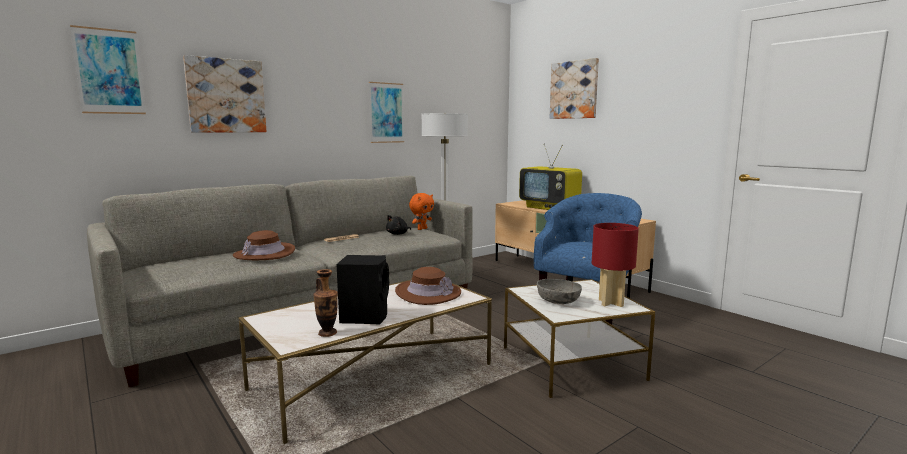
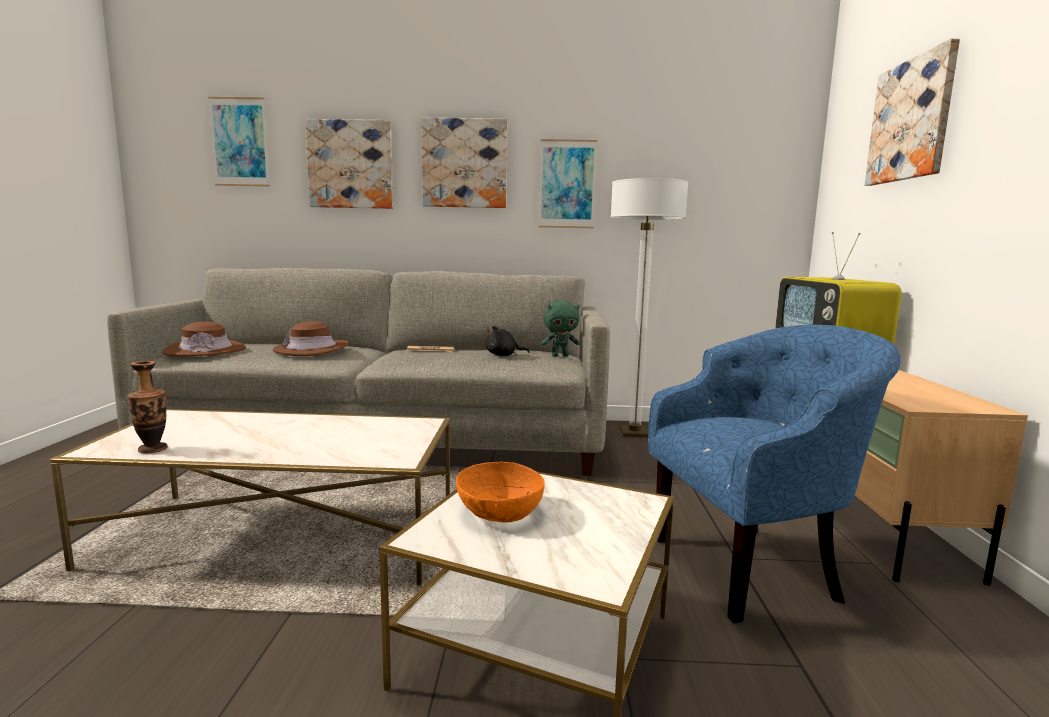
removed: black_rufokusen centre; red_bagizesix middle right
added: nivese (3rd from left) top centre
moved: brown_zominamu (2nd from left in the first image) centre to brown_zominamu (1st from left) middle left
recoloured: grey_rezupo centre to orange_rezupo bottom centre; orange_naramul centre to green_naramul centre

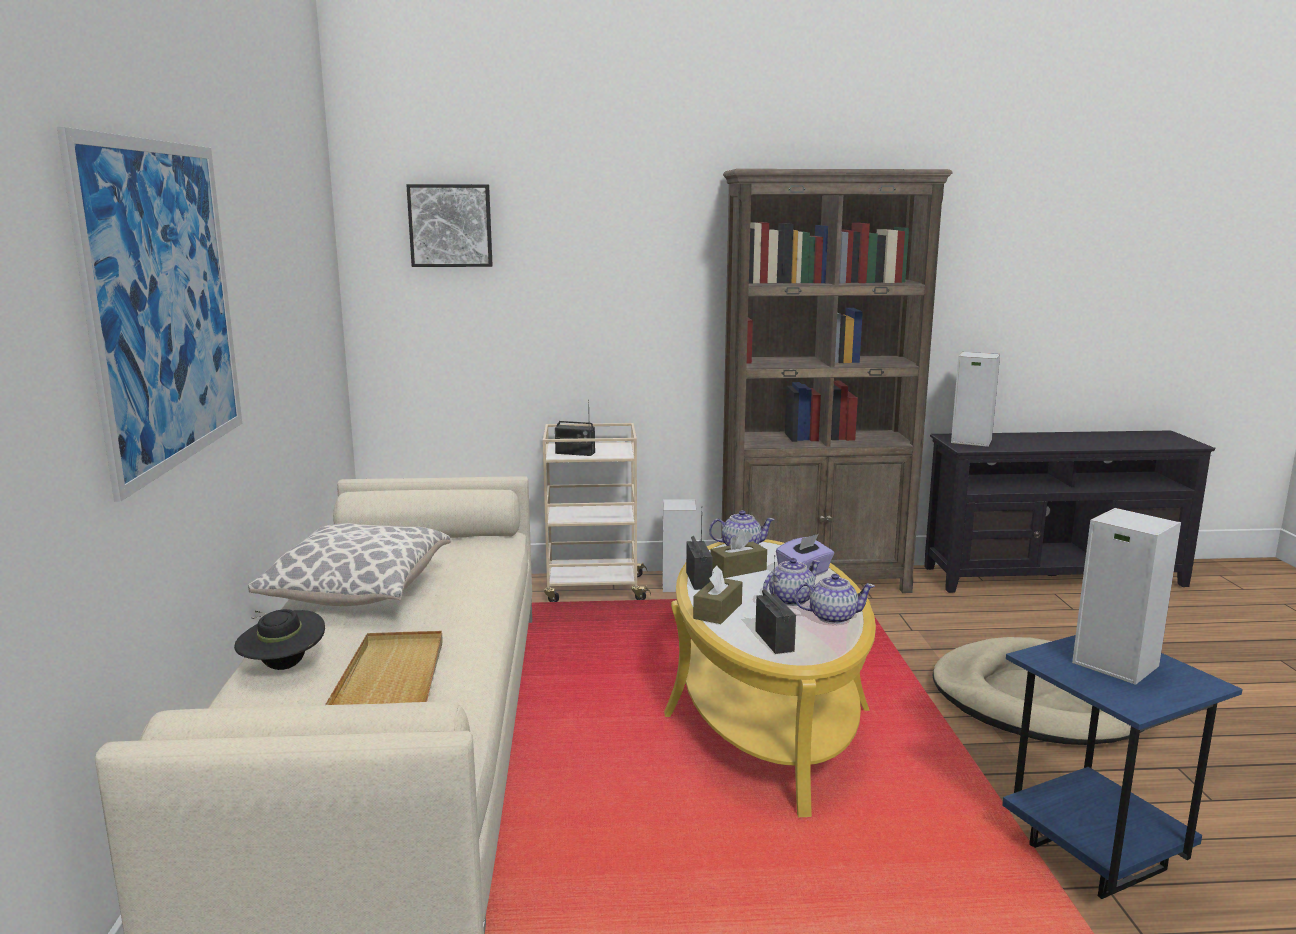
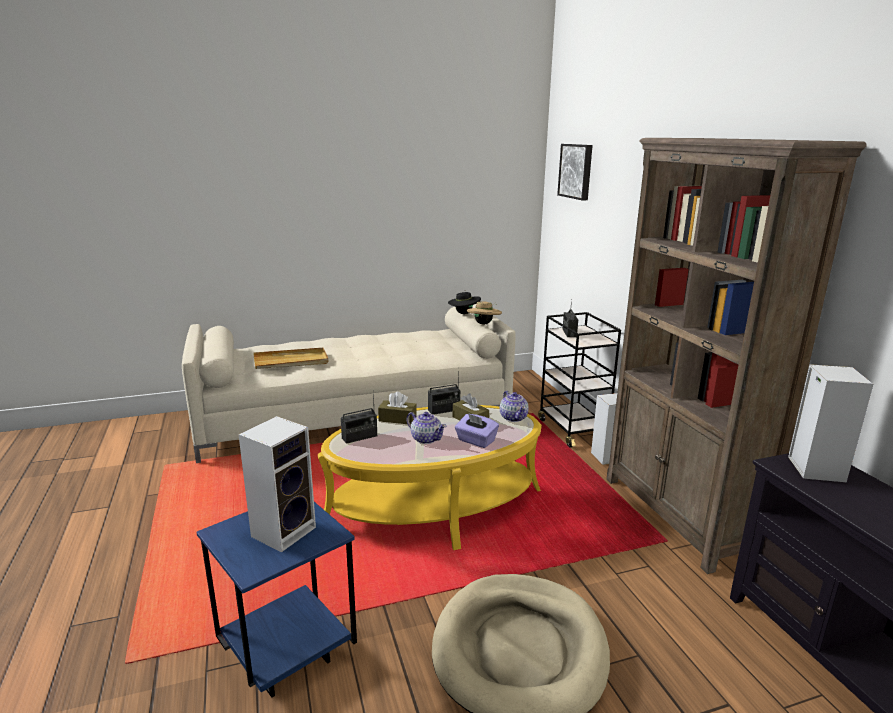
removed: nivese (1st from left) middle left; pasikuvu middle left; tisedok (3rd from left) centre
added: beige_zominamu centre
moved: black_zominamu bottom left to centre
recoloured: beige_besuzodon centre to black_besuzodon centre

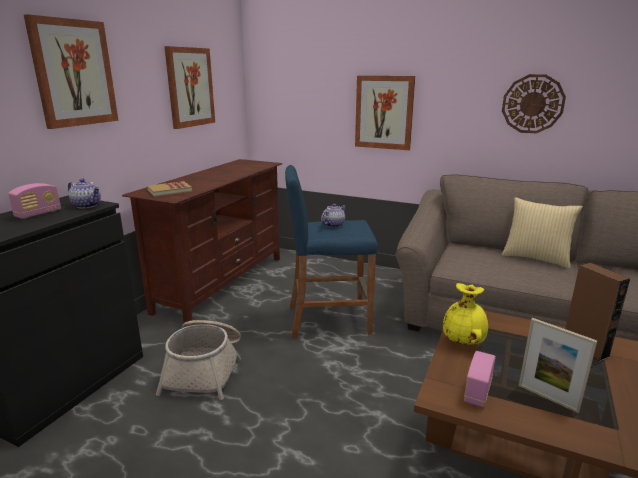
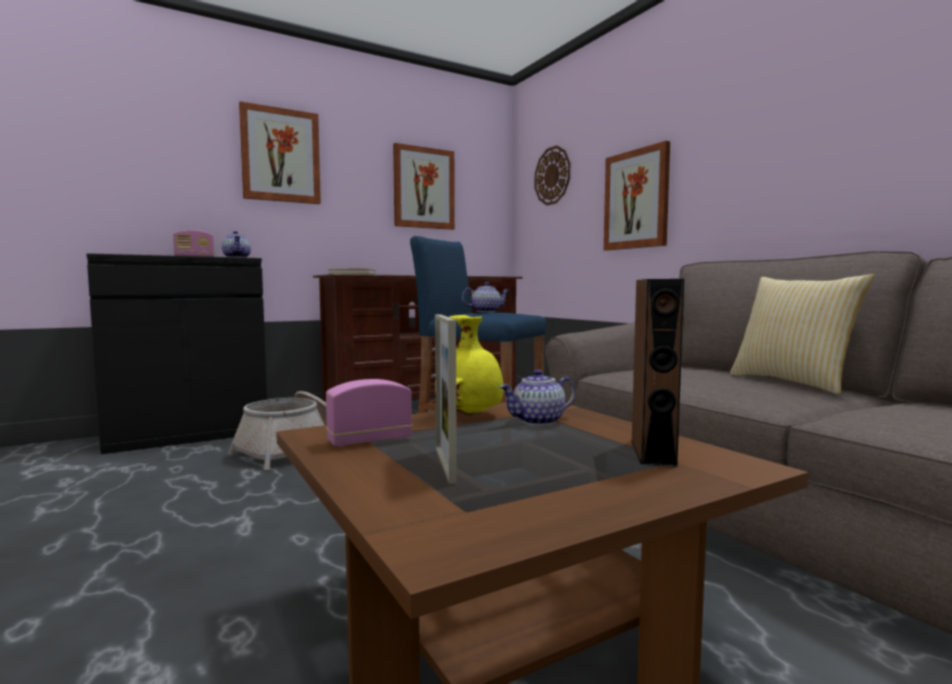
added: tisedok (3rd from left) centre
moved: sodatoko top right to top centre

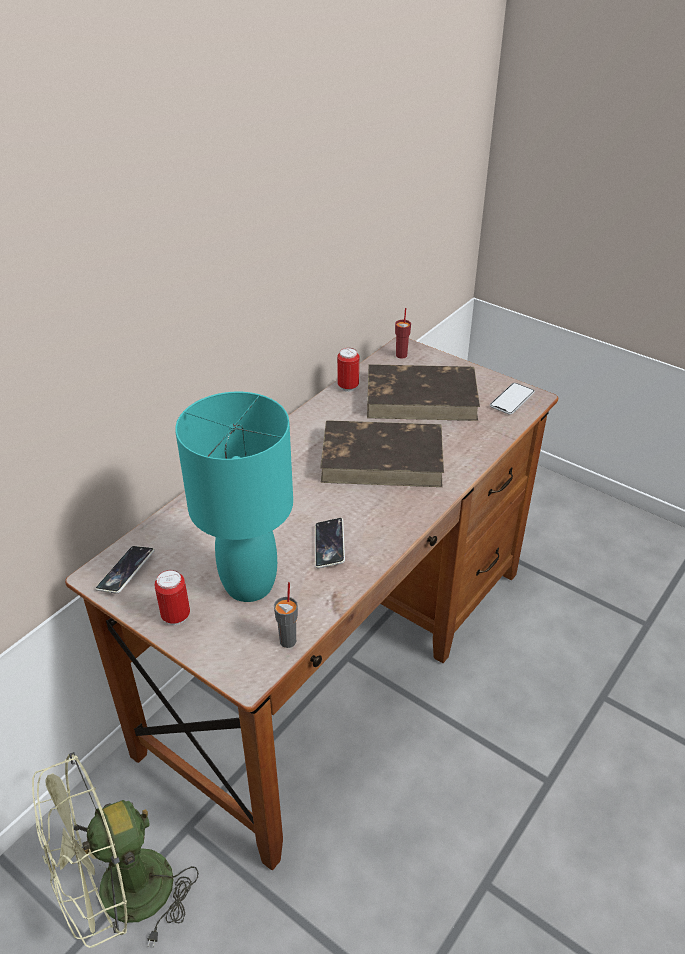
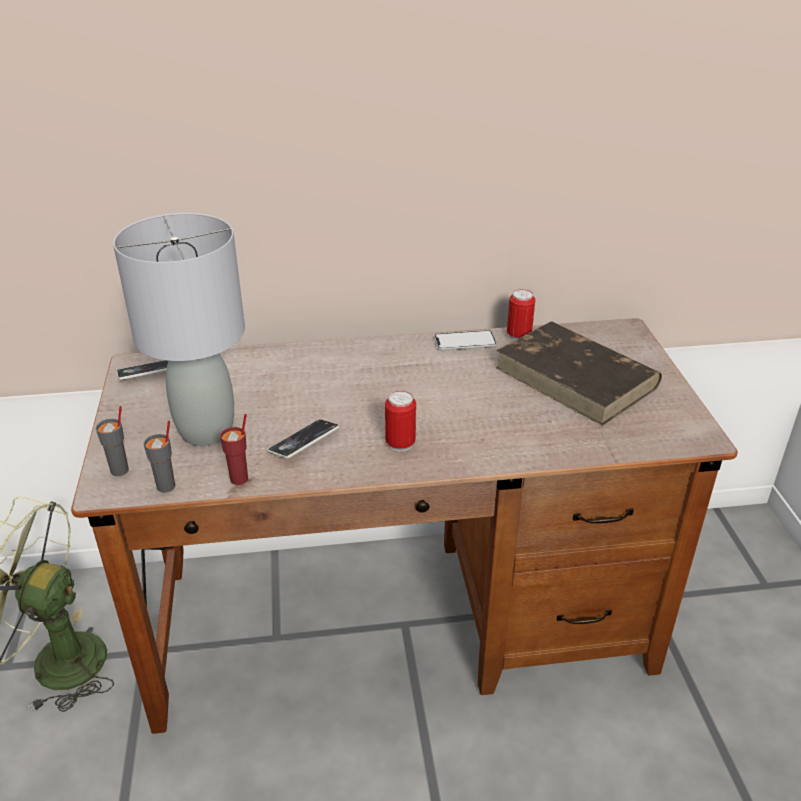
removed: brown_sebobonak (1st from left) centre
added: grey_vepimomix (1st from left) middle left
moved: red_vepimomix centre to middle left; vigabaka (1st from left) middle left to centre; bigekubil (3rd from left) middle right to centre
recoloured: turquoise_bagizesix centre to grey_bagizesix middle left

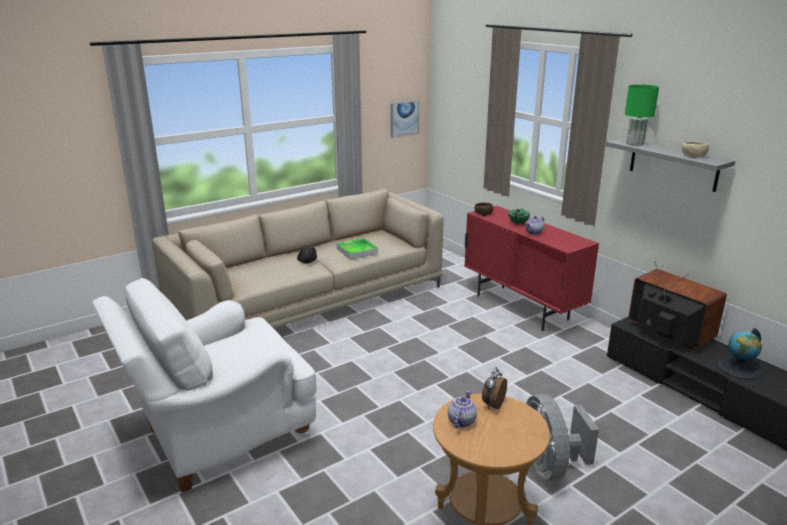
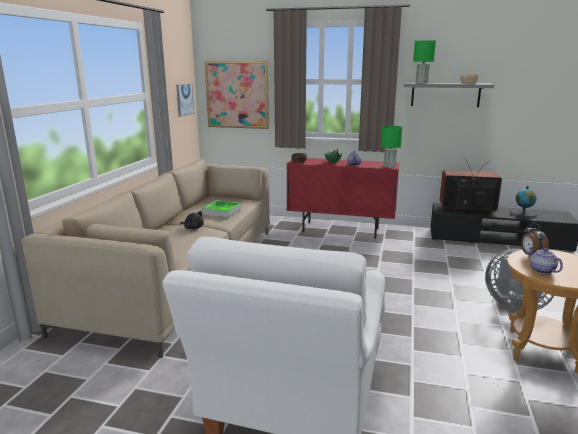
added: nivese (2nd from left) top centre; green_bagizesix (1st from left) middle right

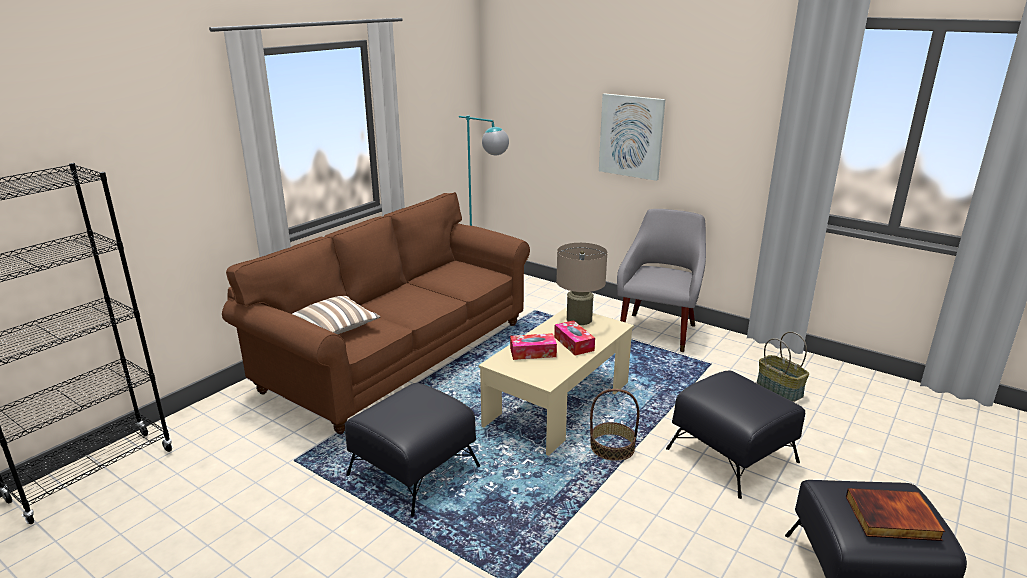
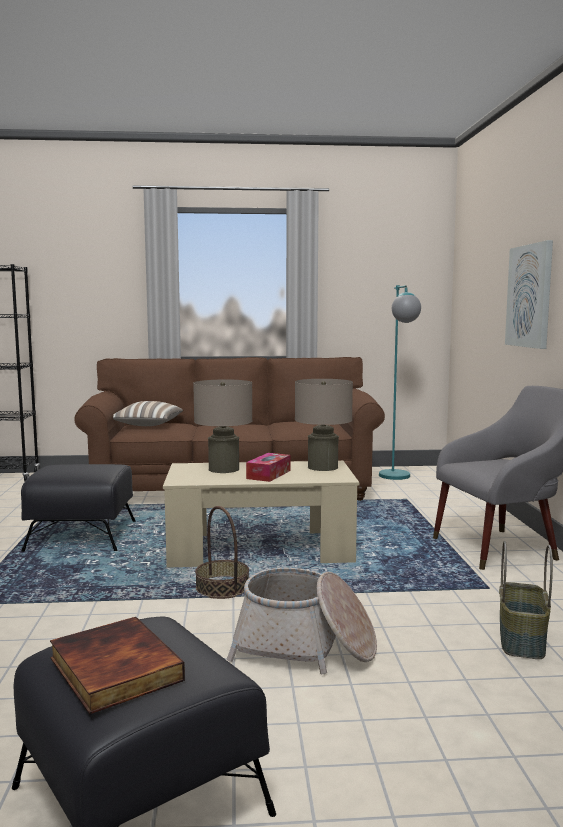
replaced: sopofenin (1st from left) centre to beige_bagizesix (1st from left) centre; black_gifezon (2nd from left) bottom right to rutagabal (2nd from left) bottom centre

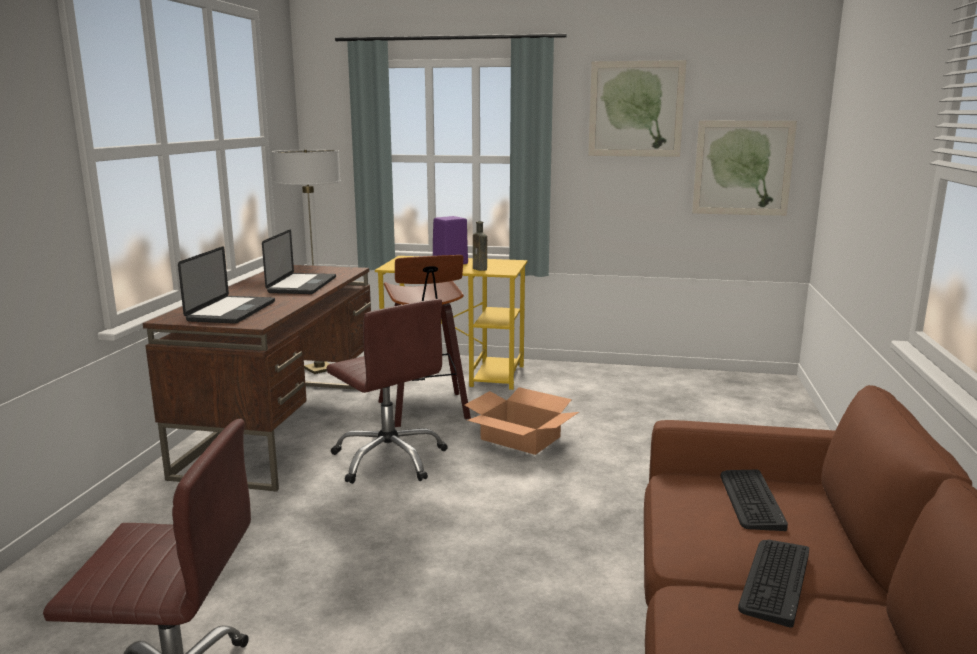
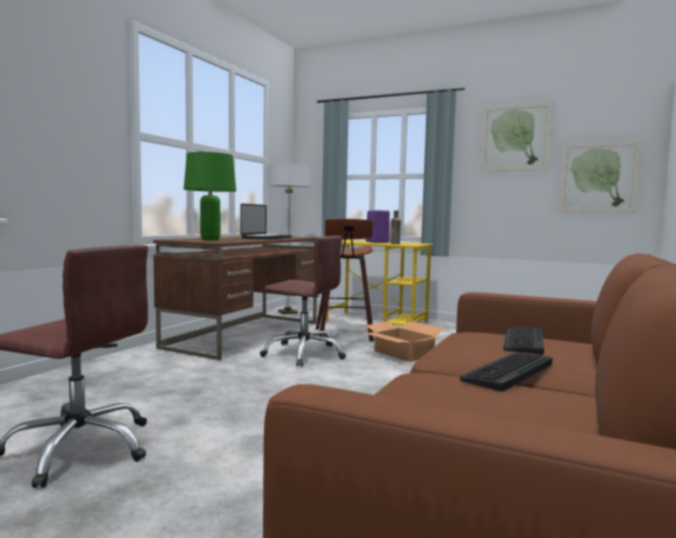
replaced: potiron (1st from left) middle left to green_bagizesix middle left
turned: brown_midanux (2nd from left) centre = centre 45 degrees counterclockwise

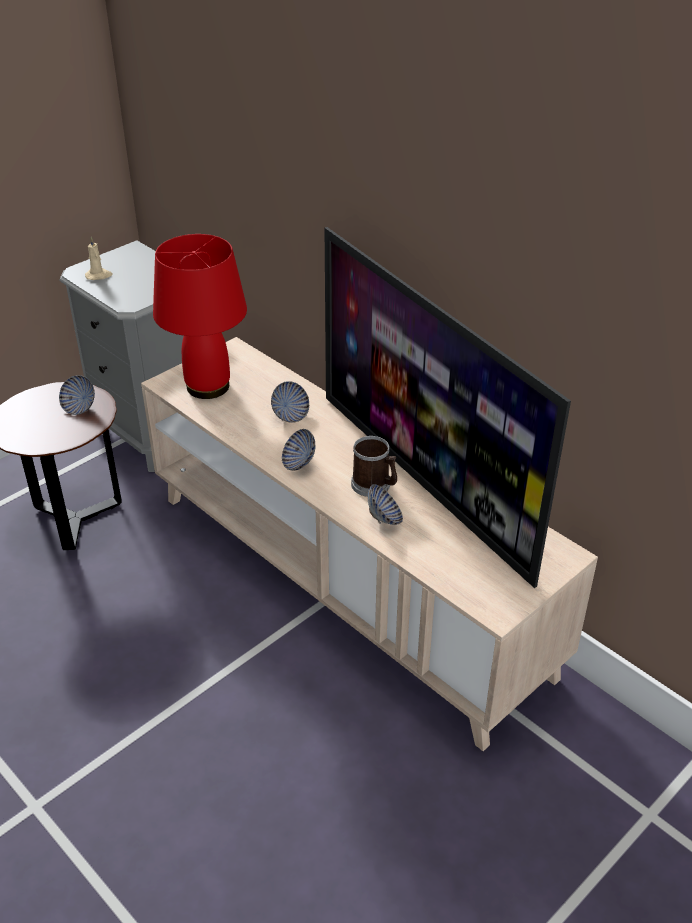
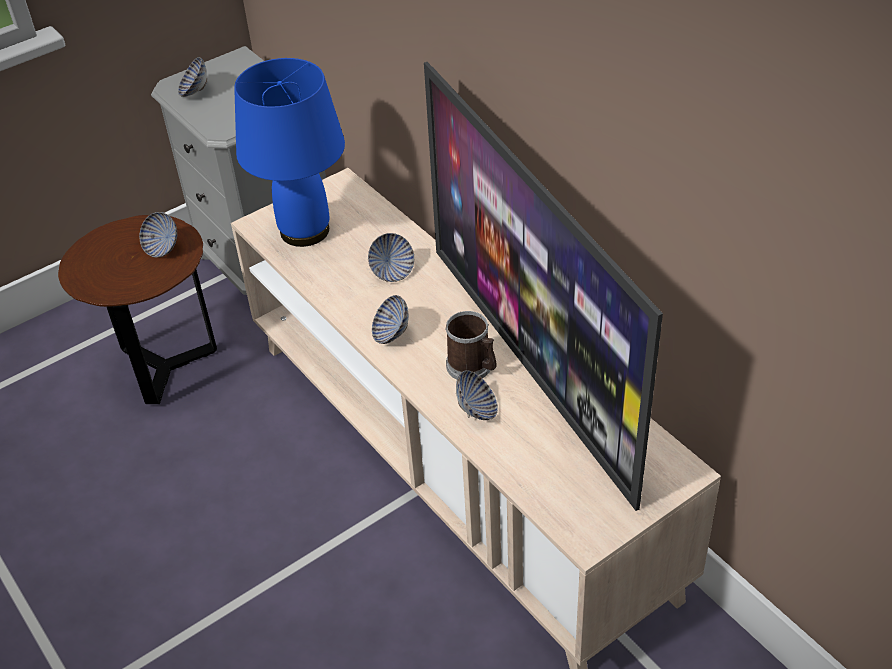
replaced: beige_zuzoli top left to rezupo (2nd from left) top left
recoloured: red_bagizesix middle left to blue_bagizesix top left

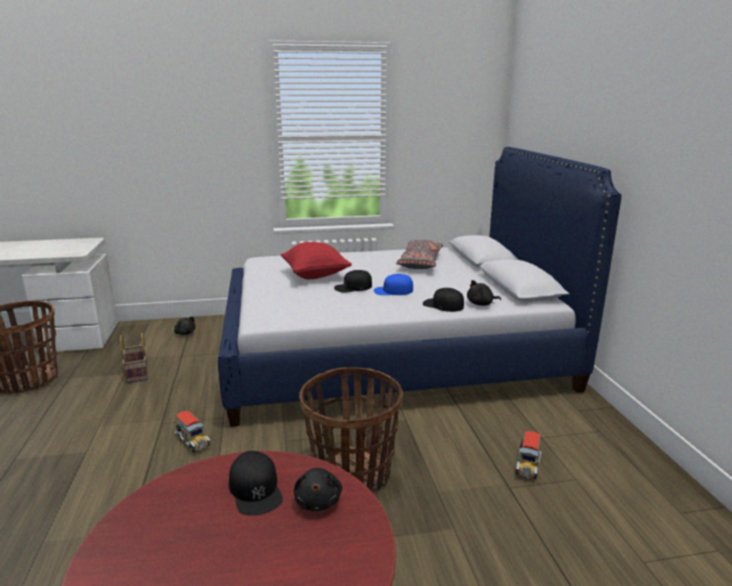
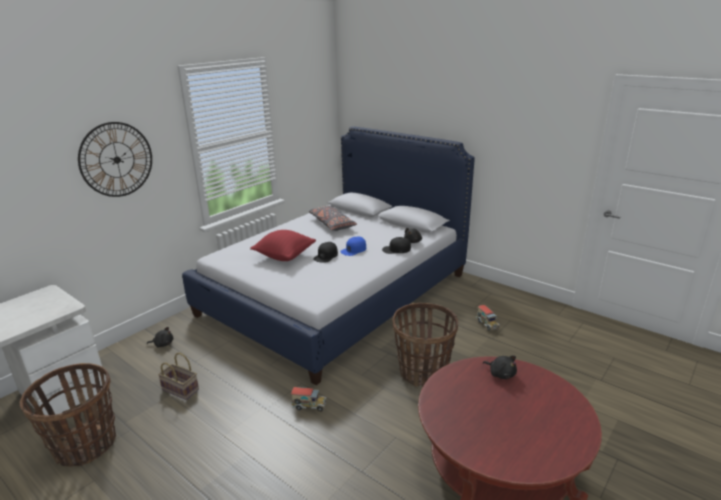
removed: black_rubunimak (1st from left) bottom centre
added: sodatoko top left

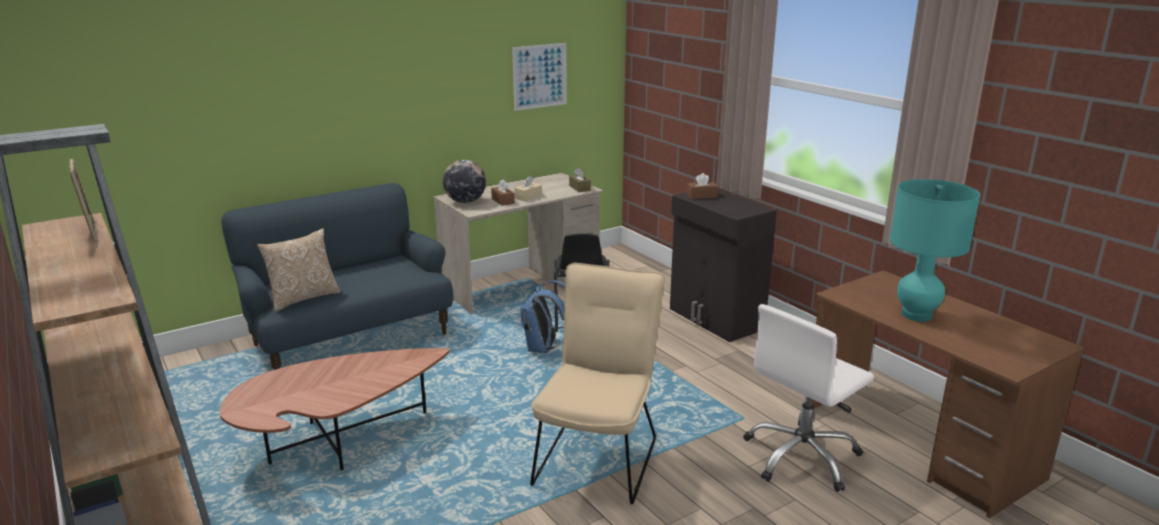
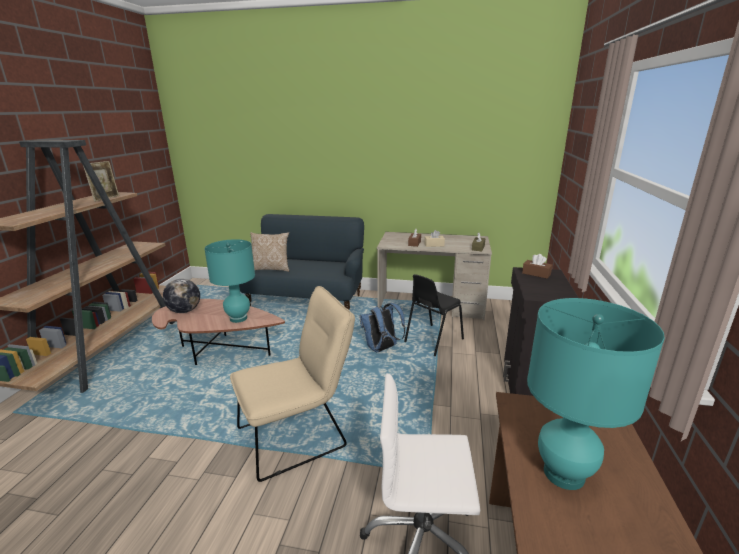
removed: nivese top centre
added: turquoise_bagizesix (1st from left) middle left
moved: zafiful centre to middle left

